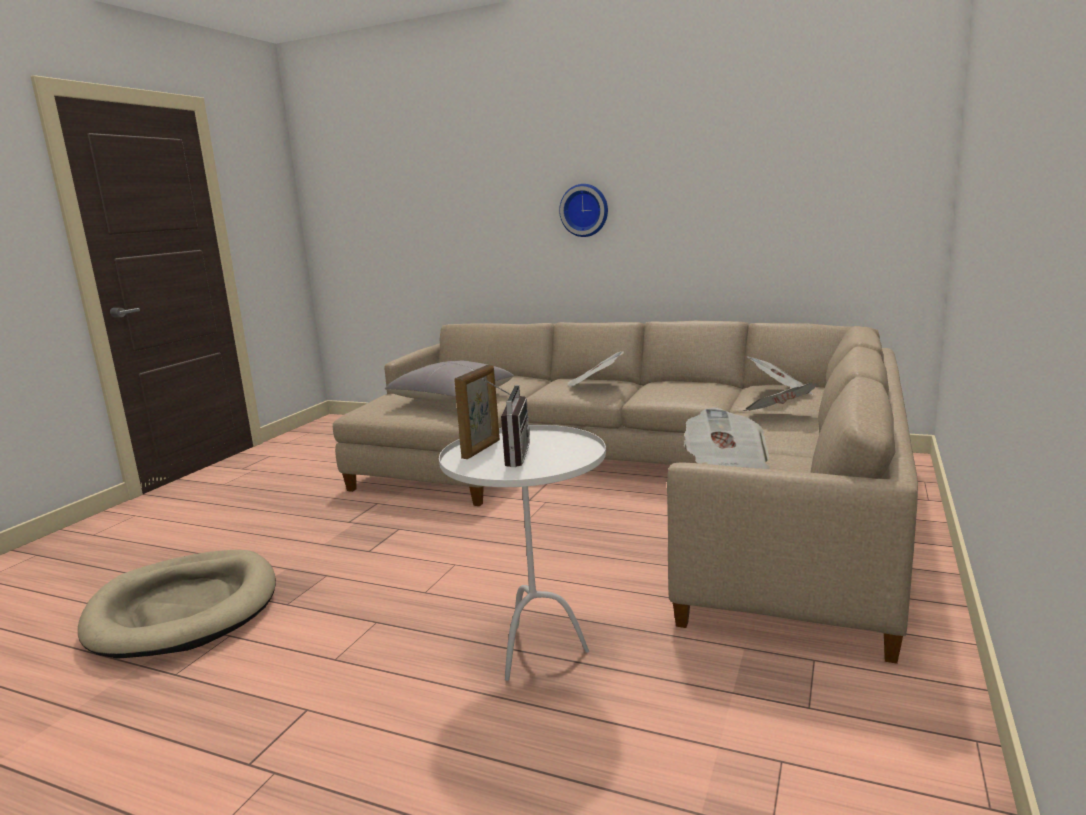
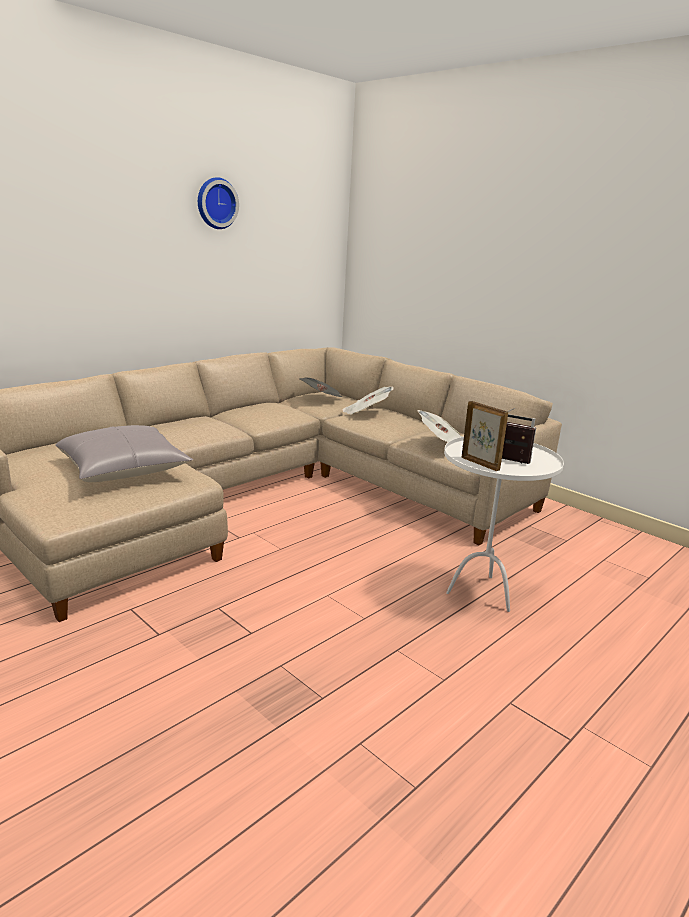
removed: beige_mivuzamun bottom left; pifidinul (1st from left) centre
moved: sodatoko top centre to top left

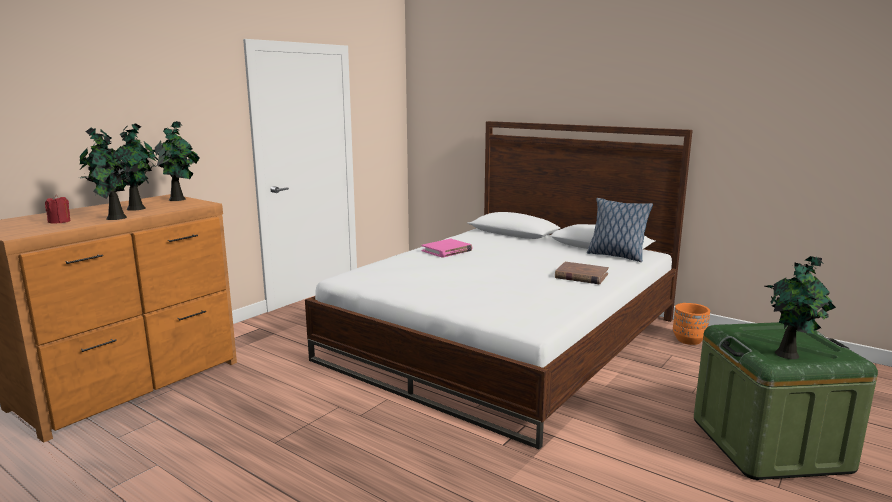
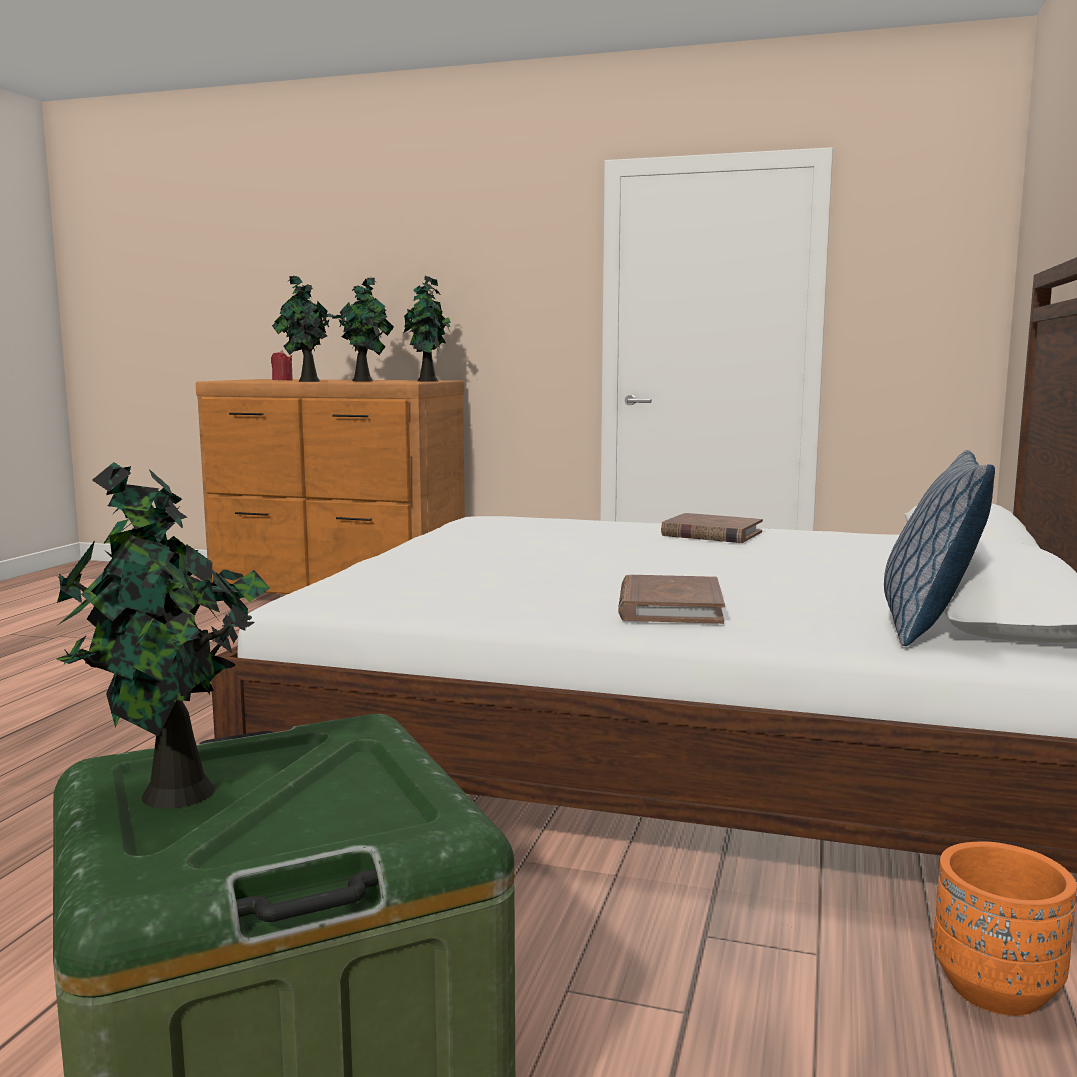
recoloured: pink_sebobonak centre to brown_sebobonak (2nd from left) centre

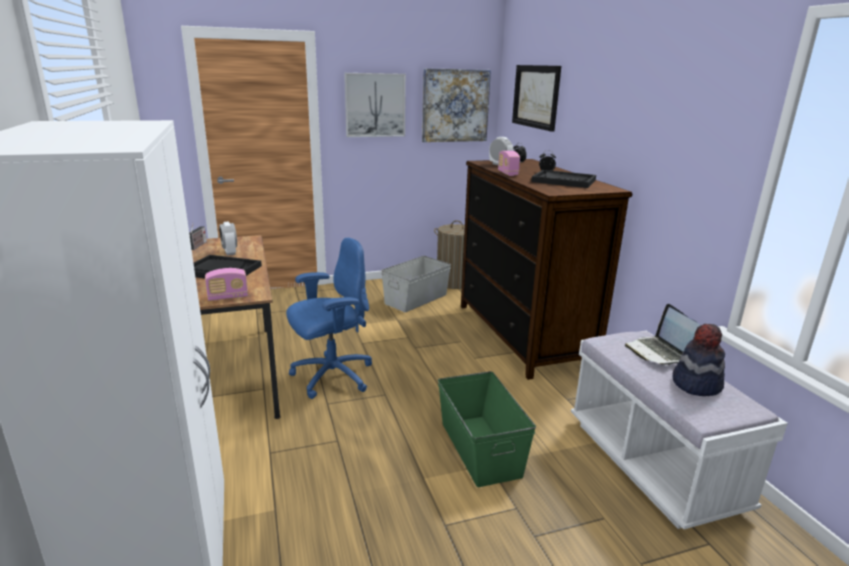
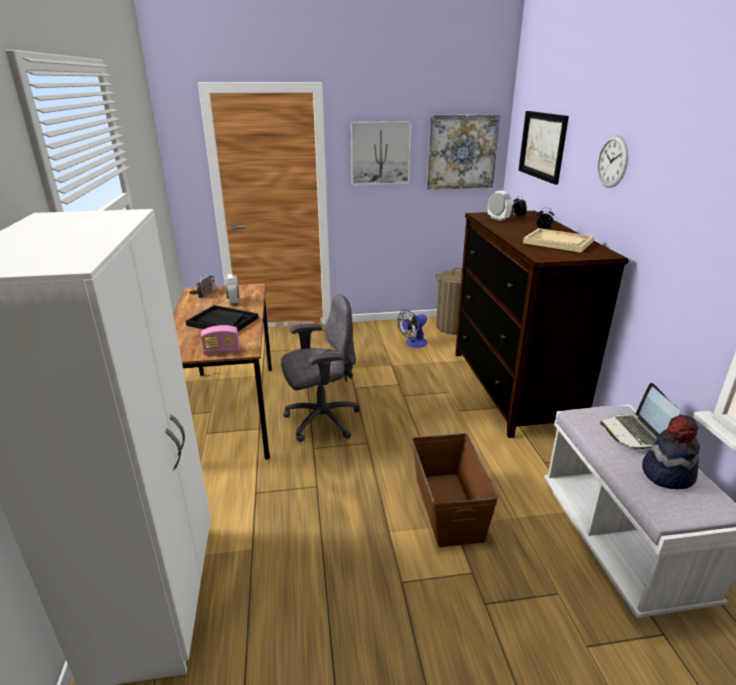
removed: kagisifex (3rd from left) top centre
added: sodatoko top right
replaced: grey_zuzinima centre to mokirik centre
recoloured: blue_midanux centre to grey_midanux centre; green_zuzinima bottom centre to brown_zuzinima bottom centre; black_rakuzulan (2nd from left) top centre to beige_rakuzulan middle right

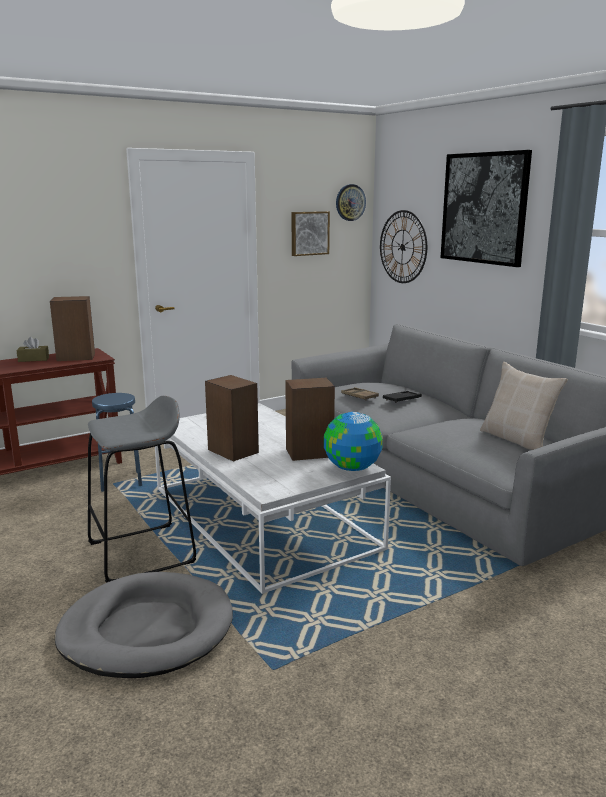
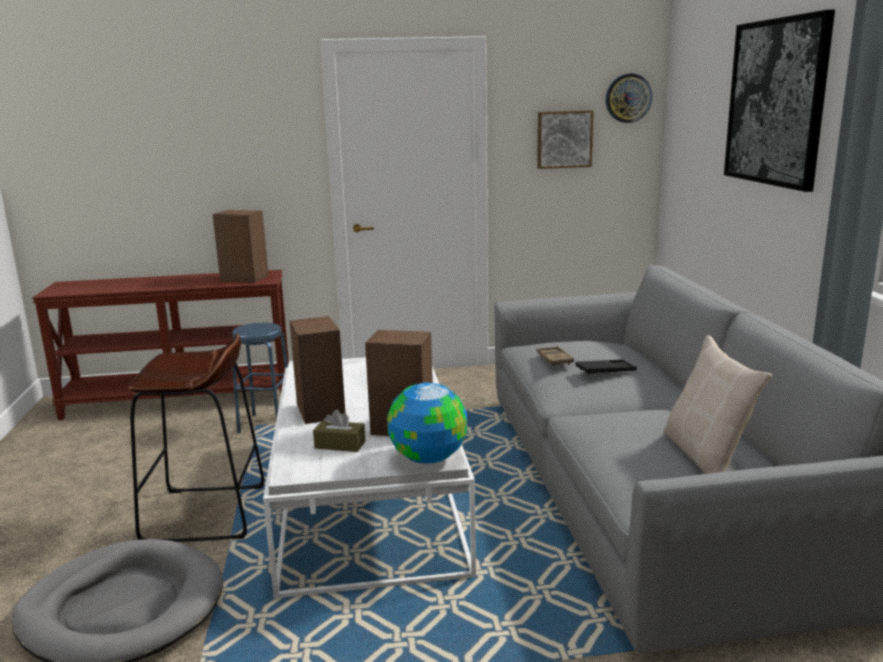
removed: sodatoko (2nd from left) top centre
moved: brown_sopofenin middle left to centre
recoloured: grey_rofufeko middle left to brown_rofufeko middle left

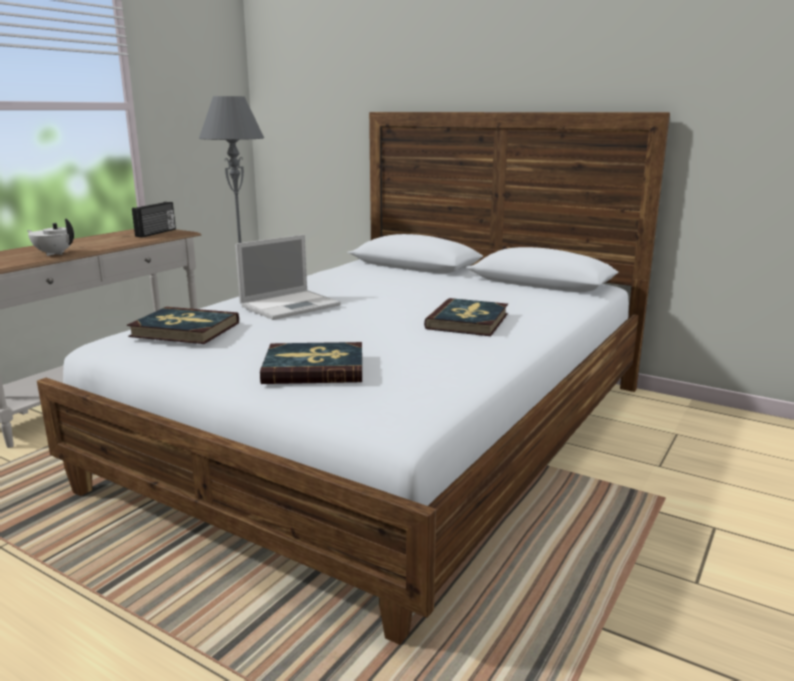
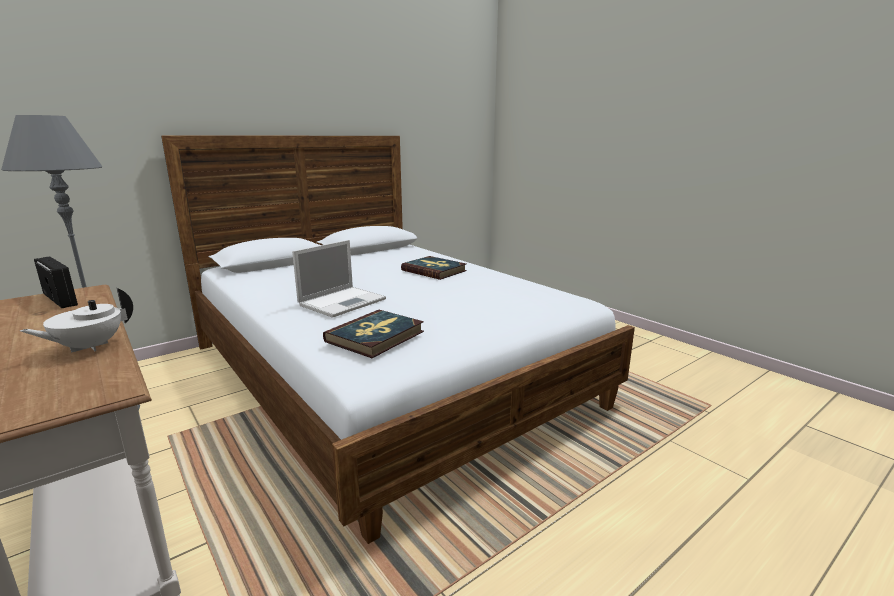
removed: sebobonak (2nd from left) centre
turned: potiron centre = centre 60 degrees clockwise

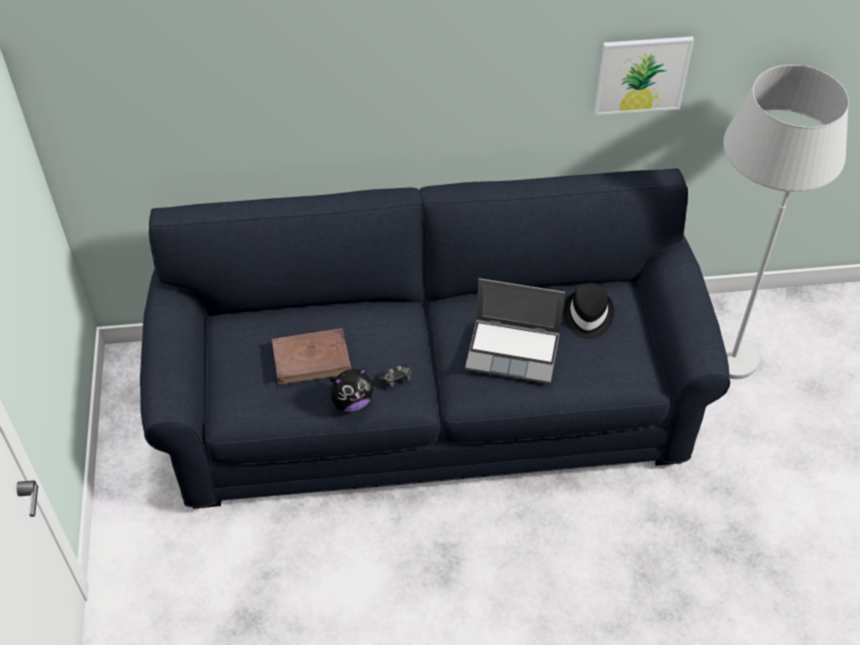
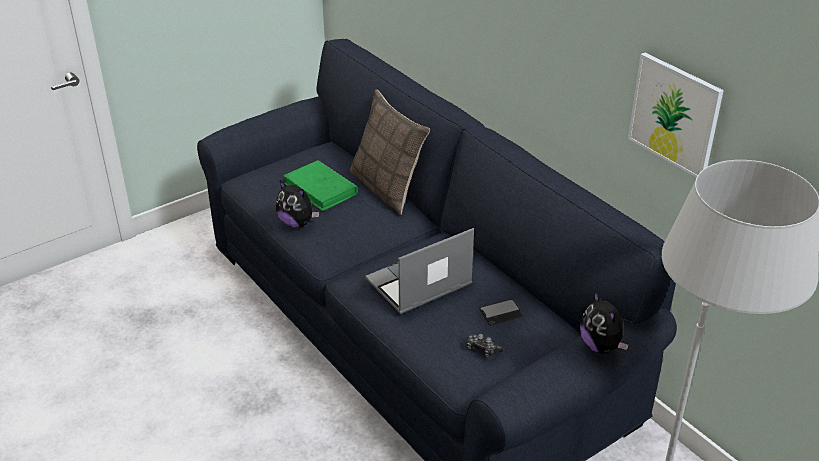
added: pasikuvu top centre; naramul (2nd from left) bottom right
moved: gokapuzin centre to bottom centre
replaced: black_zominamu middle right to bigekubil bottom centre
recoloured: brown_sebobonak centre to green_sebobonak centre
turned: potiron centre = centre 75 degrees clockwise

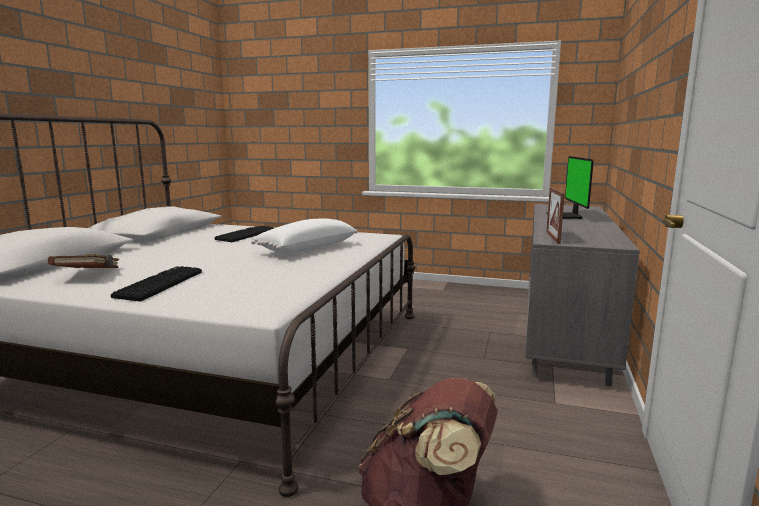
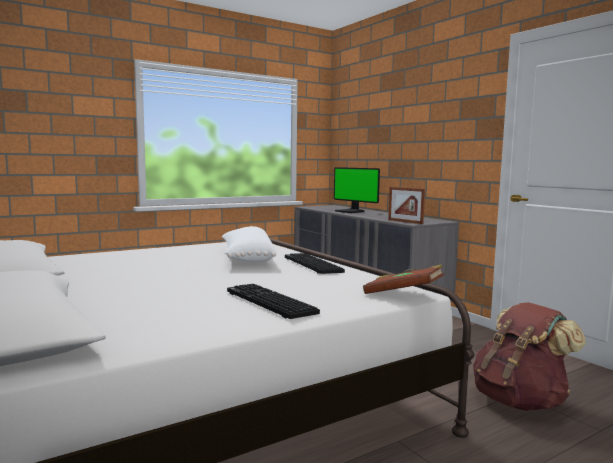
moved: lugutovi (2nd from left) middle left to centre; brown_sebobonak middle left to centre

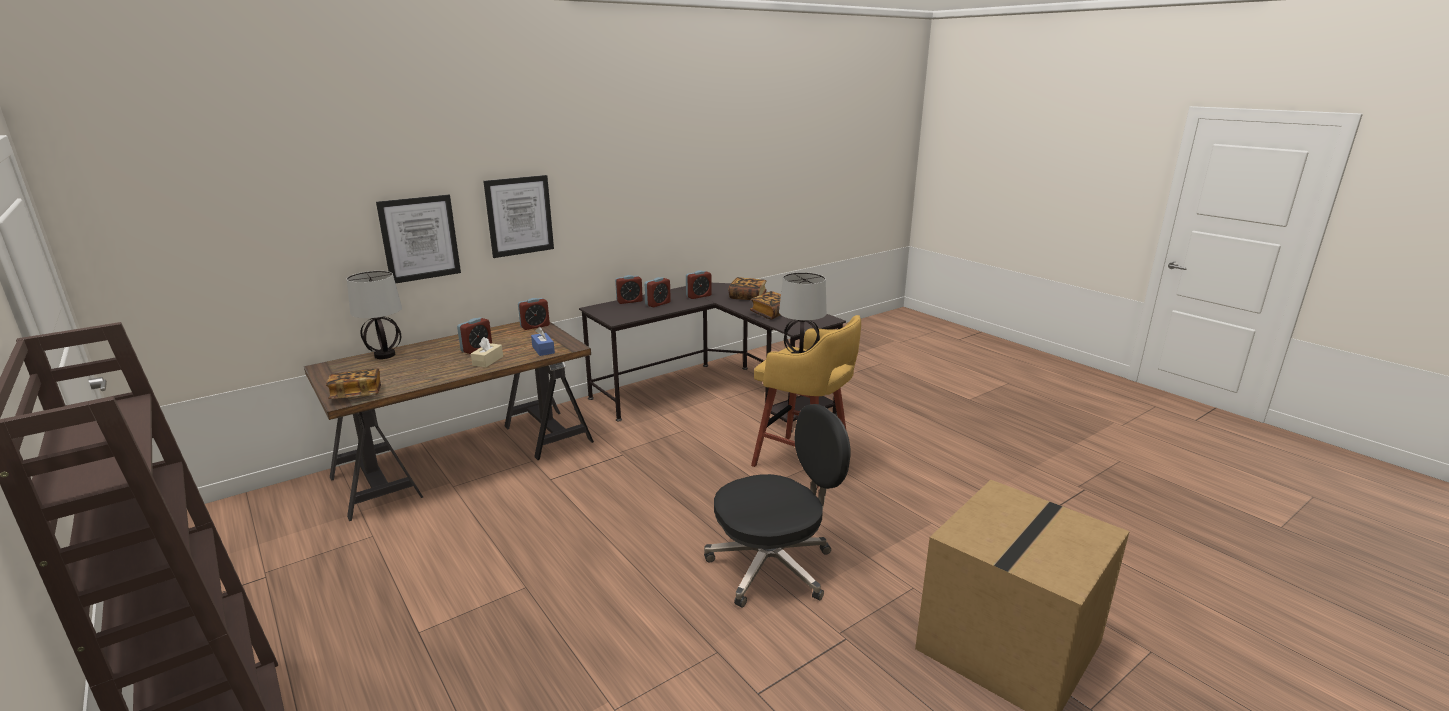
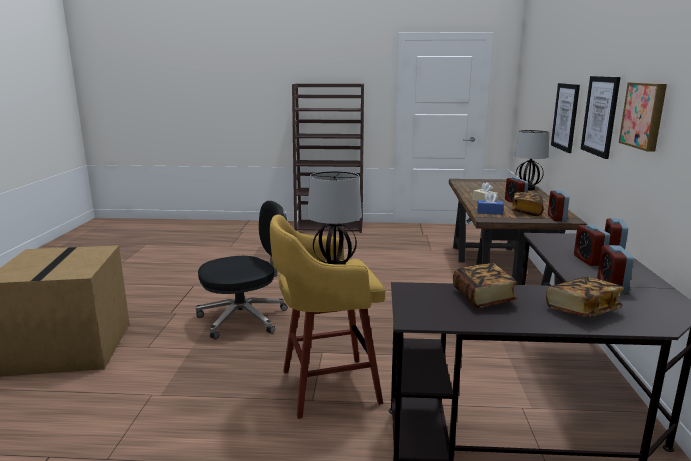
added: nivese (3rd from left) top right
moved: sebobonak (1st from left in the first image) middle left to sebobonak (2nd from left) middle right
turned: black_midanux bottom centre = centre 135 degrees counterclockwise

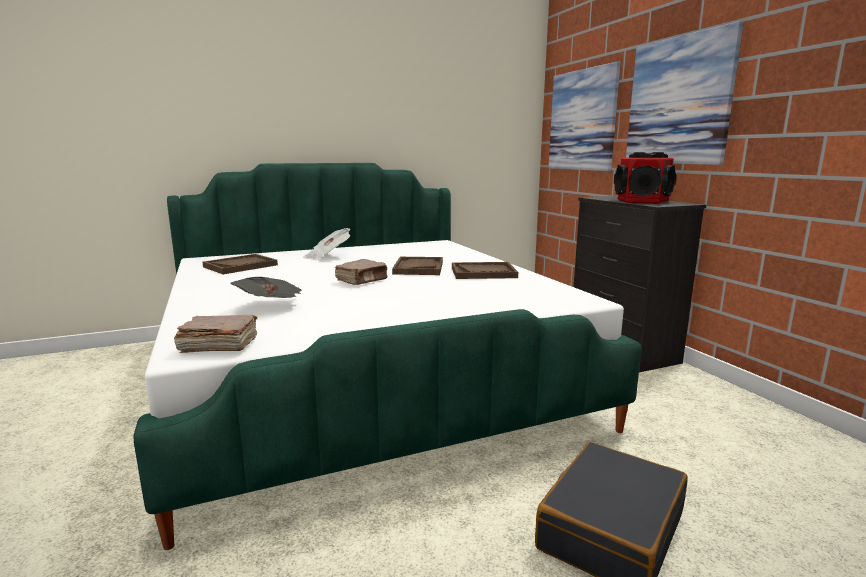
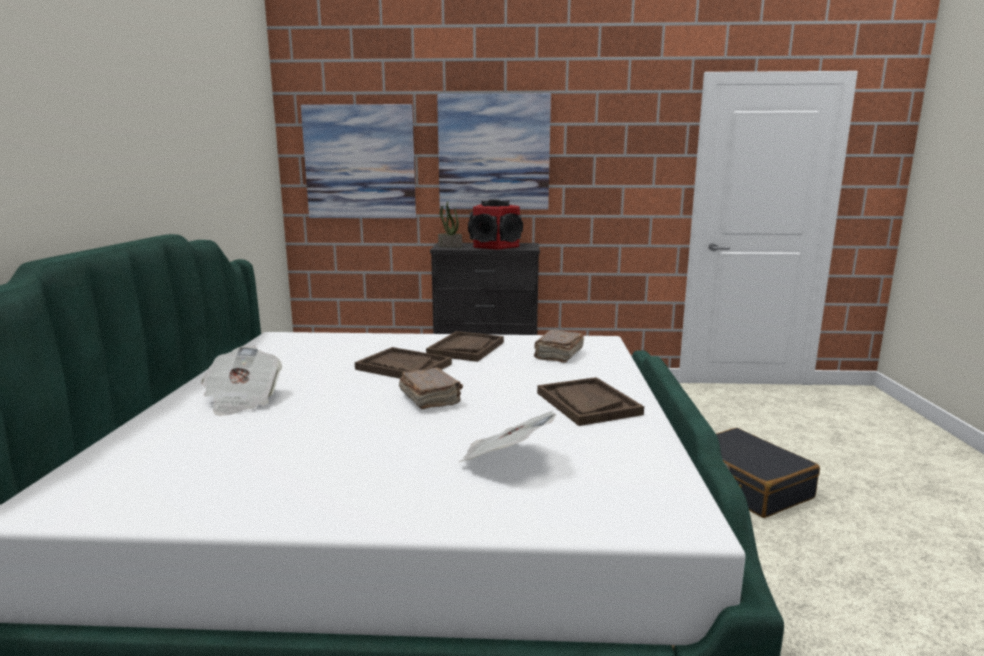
added: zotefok centre
moved: brown_sebobonak (1st from left in the first image) middle left to brown_sebobonak (2nd from left) centre; brown_rakuzulan (1st from left in the first image) middle left to brown_rakuzulan (3rd from left) centre

